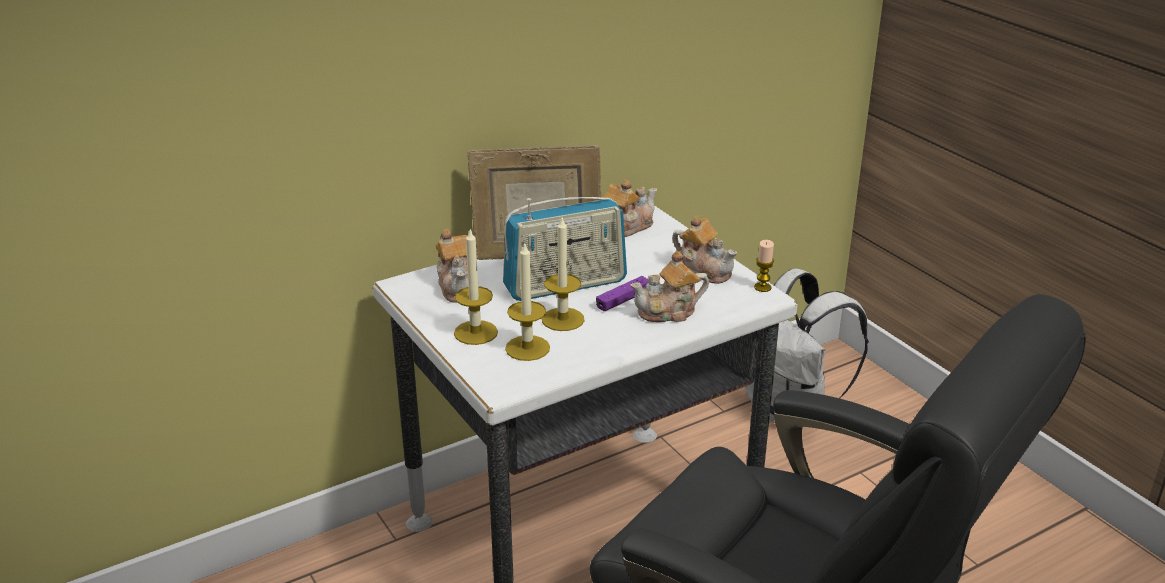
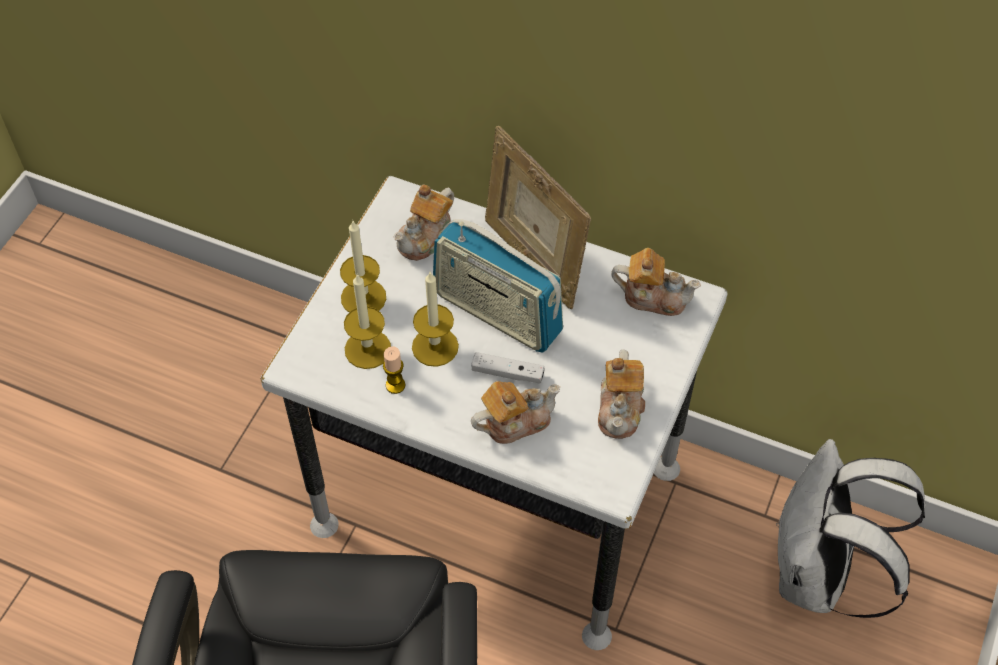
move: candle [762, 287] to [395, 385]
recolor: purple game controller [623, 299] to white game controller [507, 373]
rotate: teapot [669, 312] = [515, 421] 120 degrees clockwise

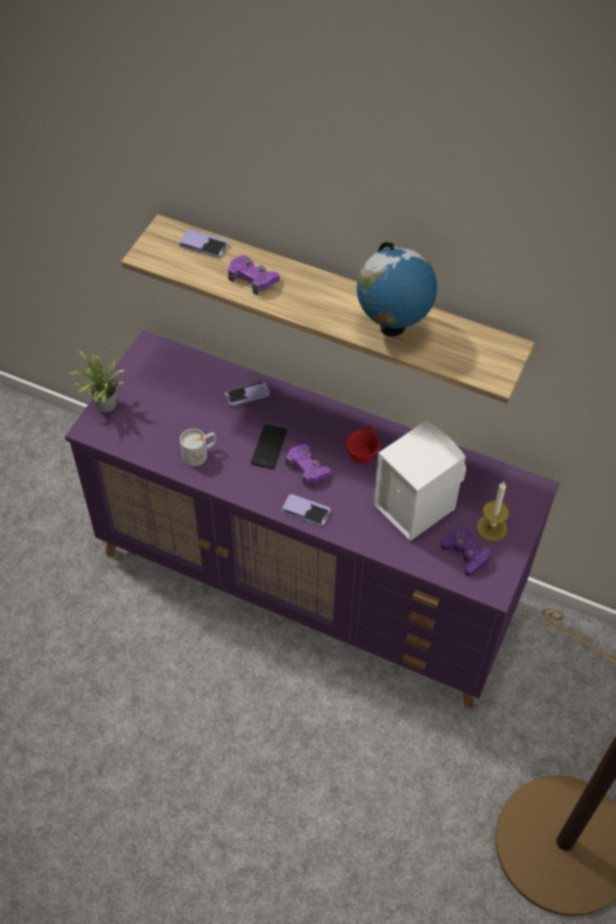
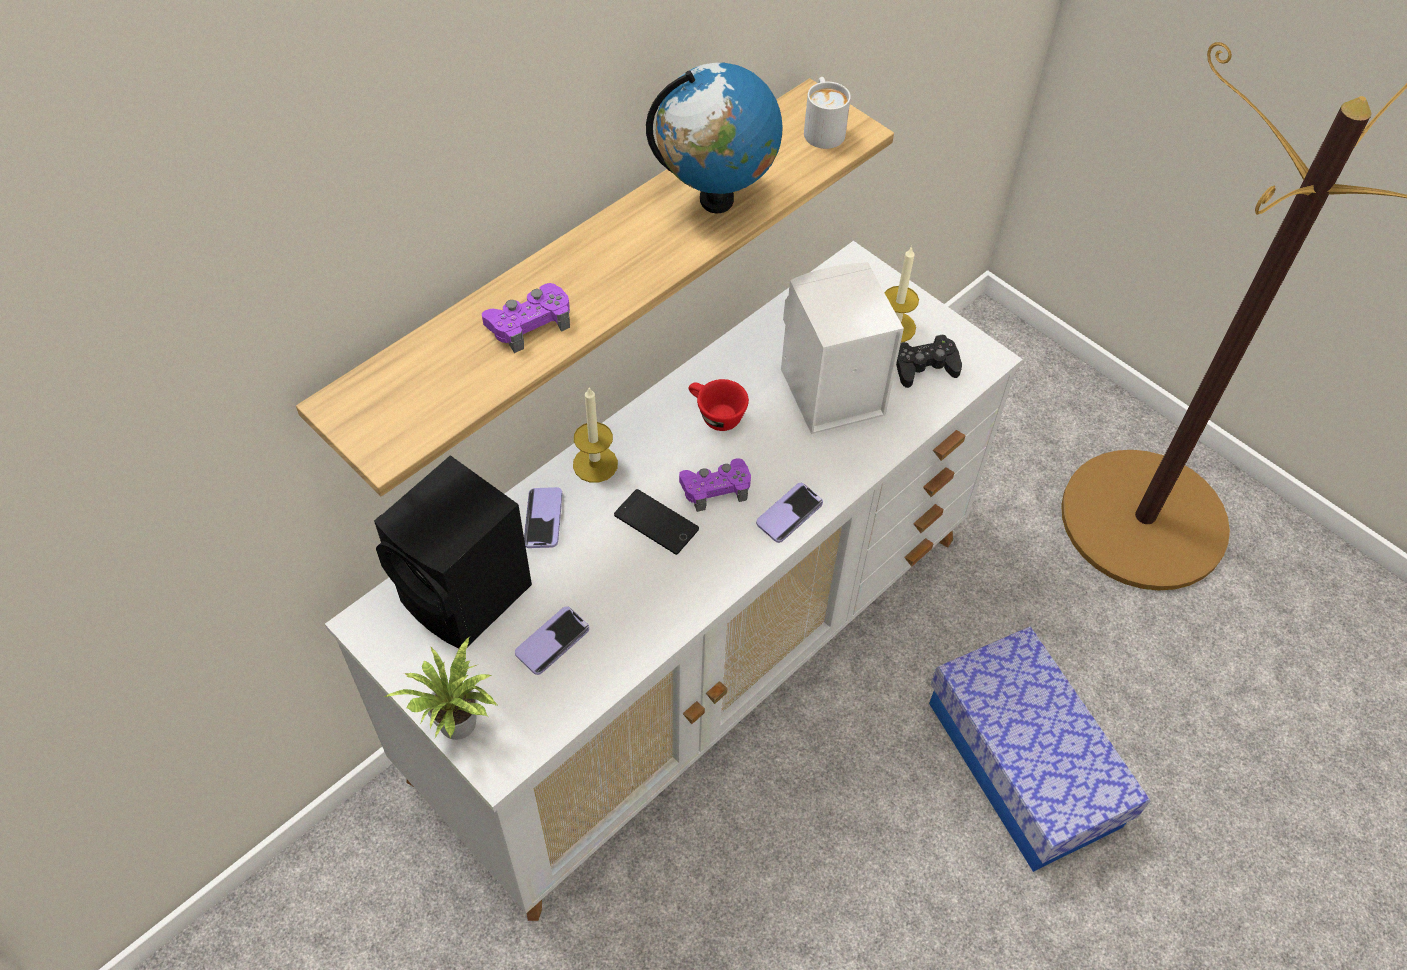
insert: candle [595, 464]; black speaker [468, 597]; storage box [1023, 764]
move: phone [203, 245] to [552, 641]; white mug [200, 453] to [822, 128]
recolor: purple dresser [307, 577] to white dresser [696, 654]; purple game controller [465, 554] to black game controller [924, 366]

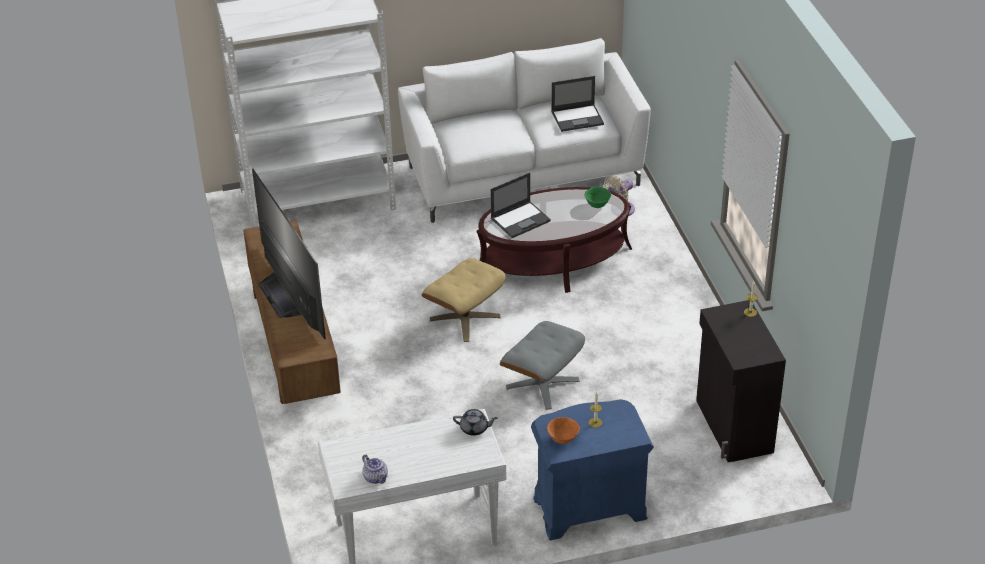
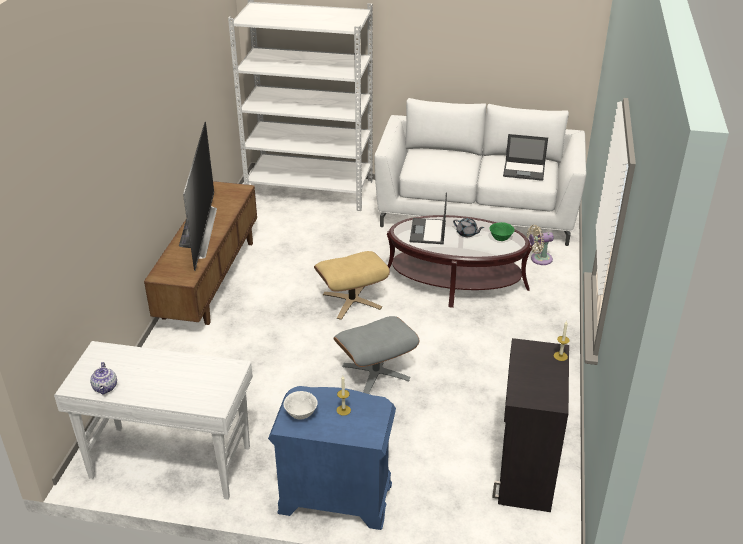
move: grey teapot [474, 428] to [467, 233]
recolor: orange bowl [563, 439] to white bowl [301, 415]
rotate: laptop [521, 219] = [428, 232] 105 degrees clockwise

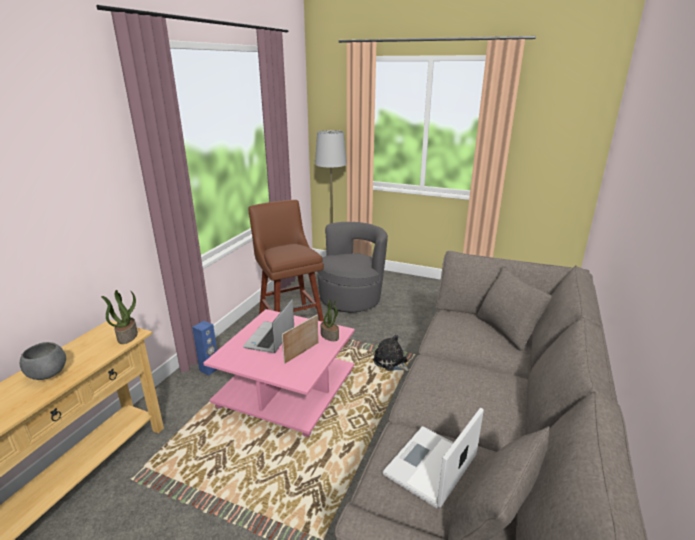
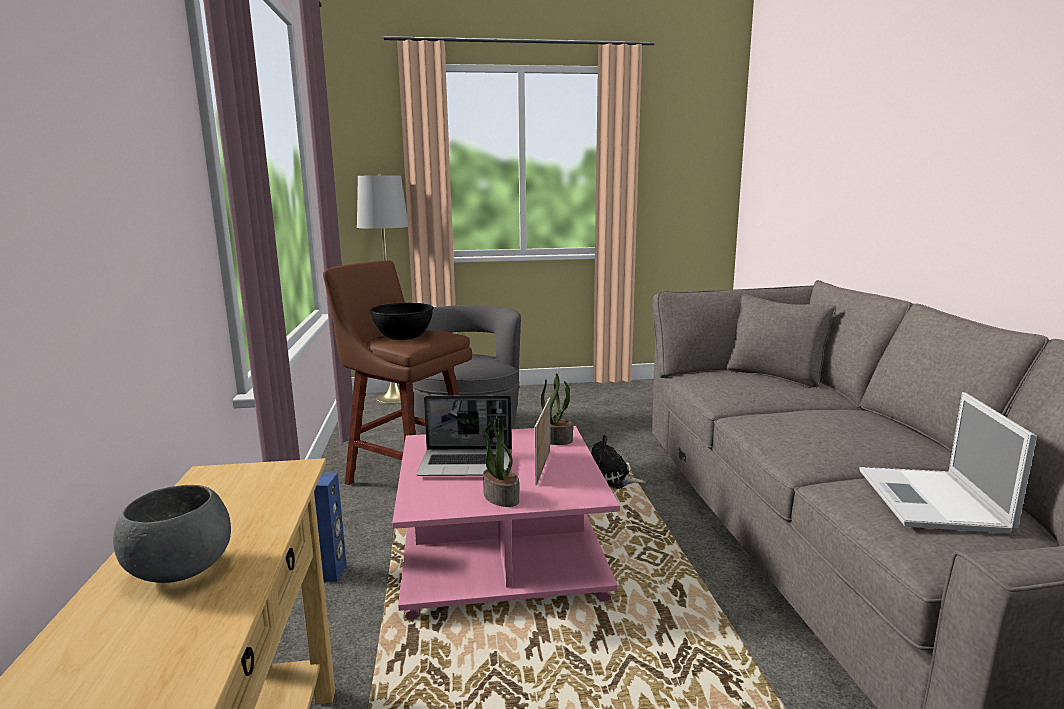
insert: black bowl [403, 336]
move: potted plant [127, 336] to [500, 497]
rotate: laptop [270, 338] = [468, 464] 75 degrees counterclockwise

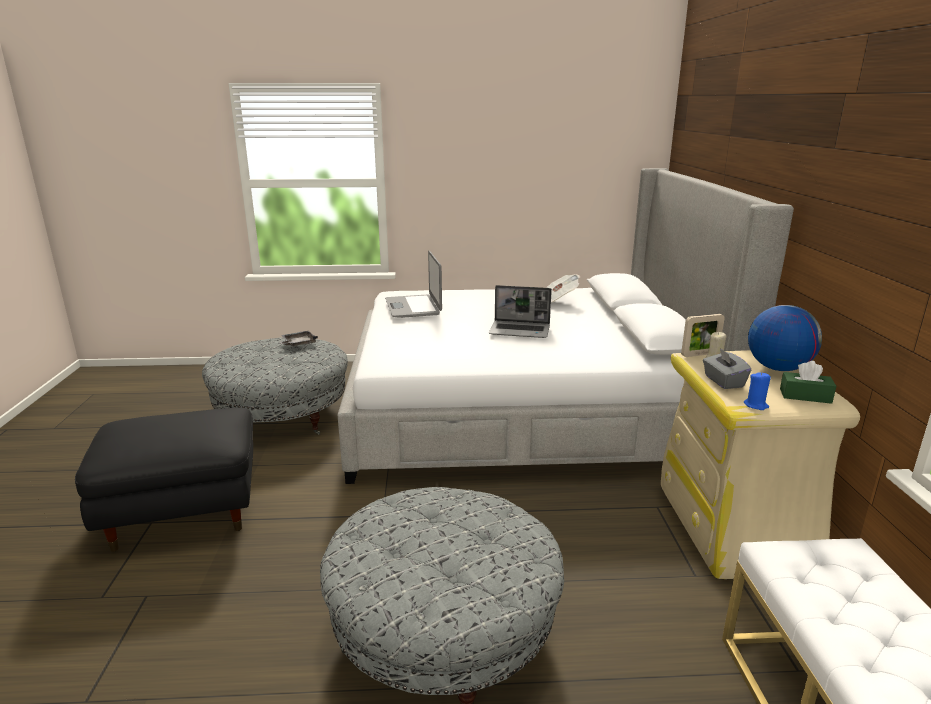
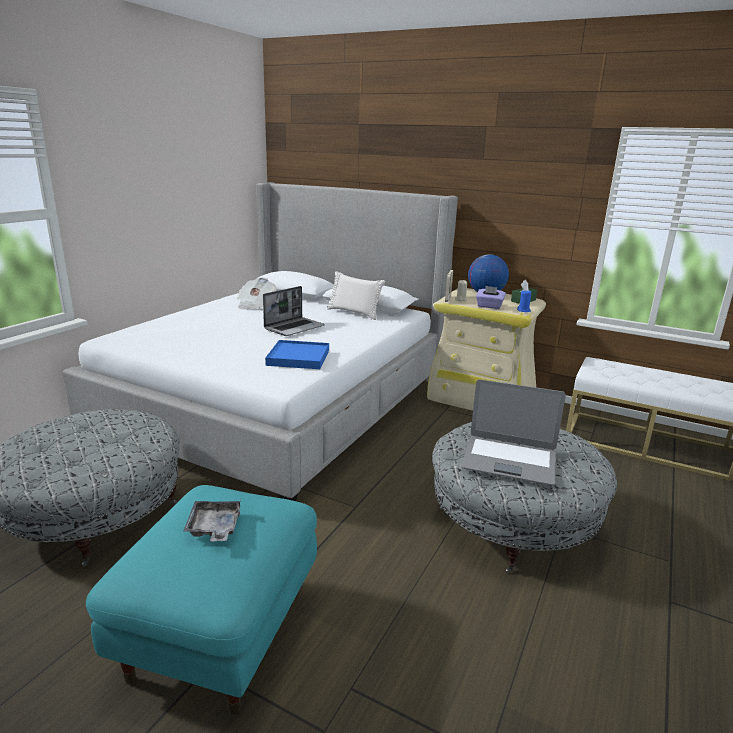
insert: white pillow [354, 313]; blue tray [298, 357]
move: laptop [413, 307] to [509, 461]; grey tray [298, 343] to [214, 528]
recolor: grey tissue box [723, 381] to purple tissue box [489, 306]; black ottoman [185, 513] to turquoise ottoman [221, 632]

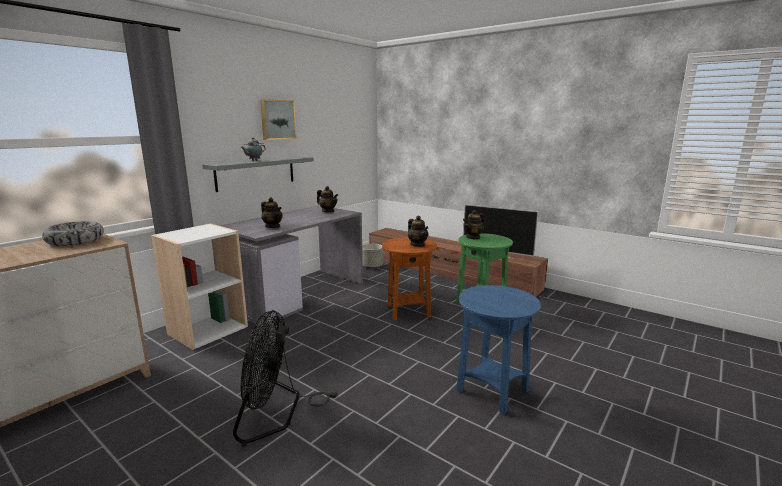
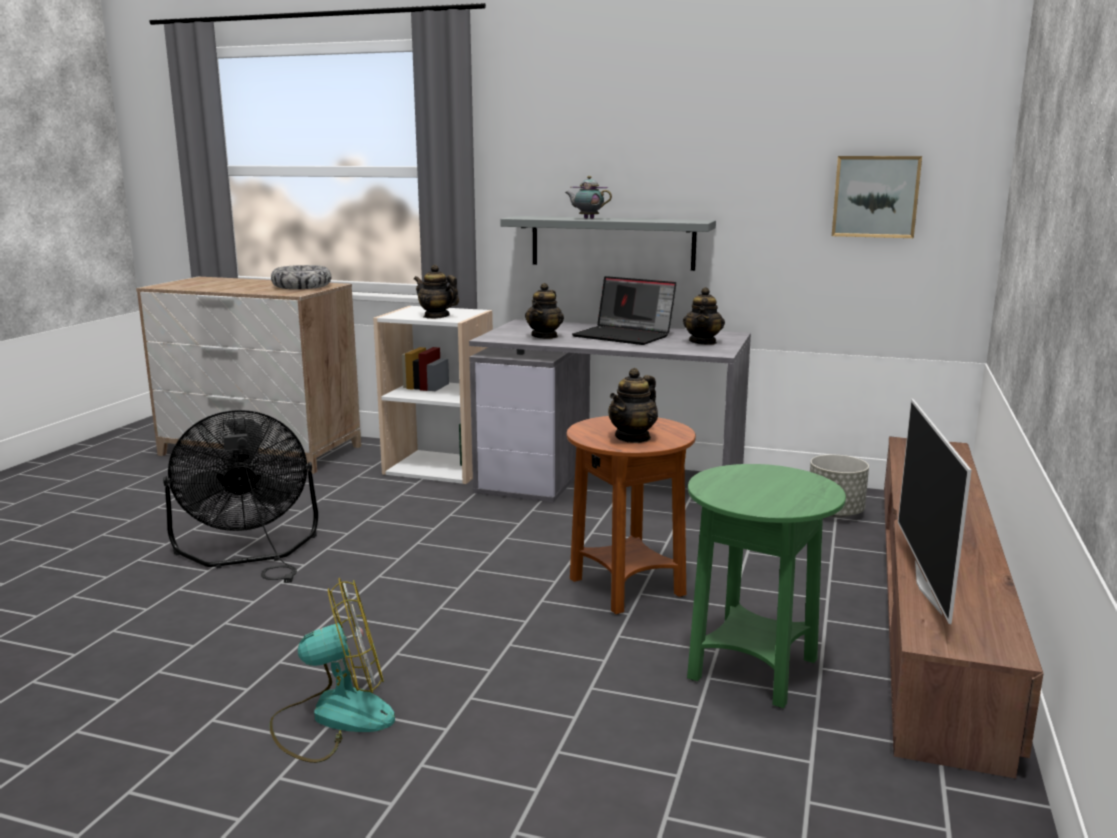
insert: laptop [625, 336]
move: picture [277, 119] to [875, 196]; teapot [473, 237] to [436, 316]
replace: blue side table [492, 391] to fan [333, 718]

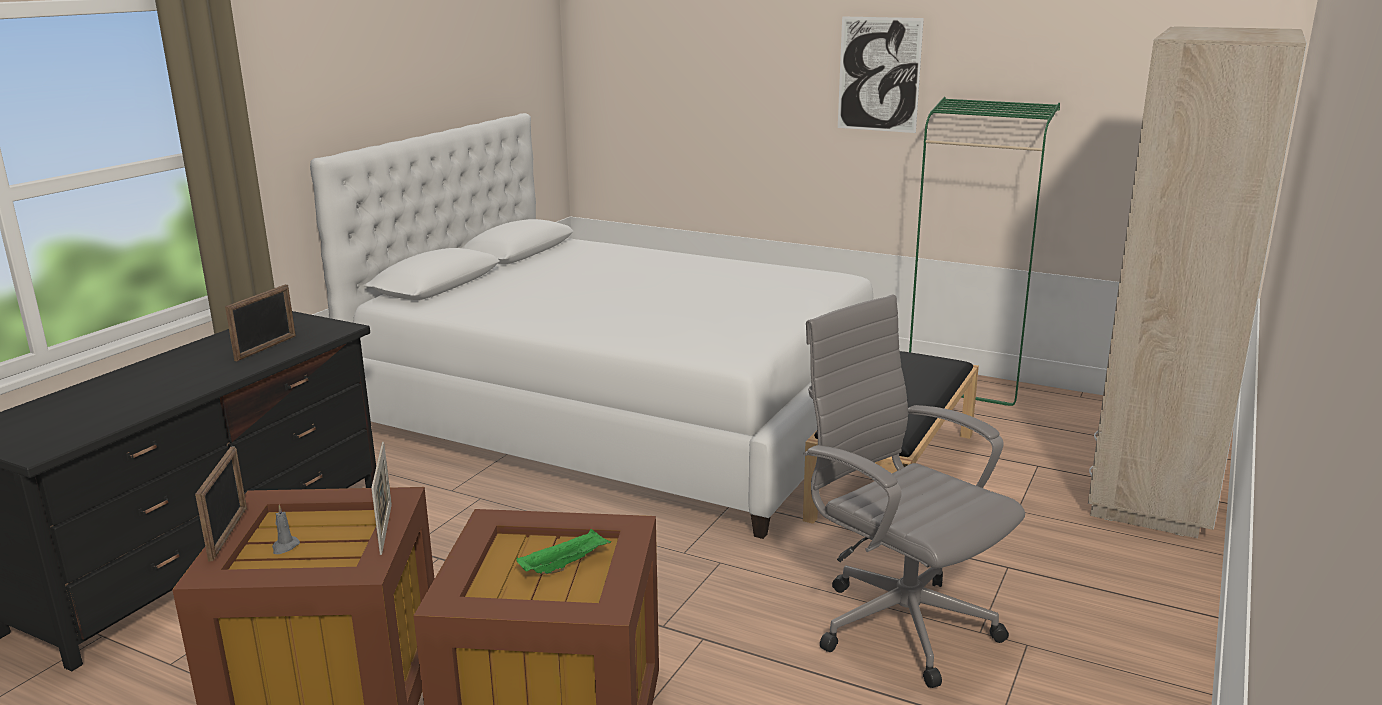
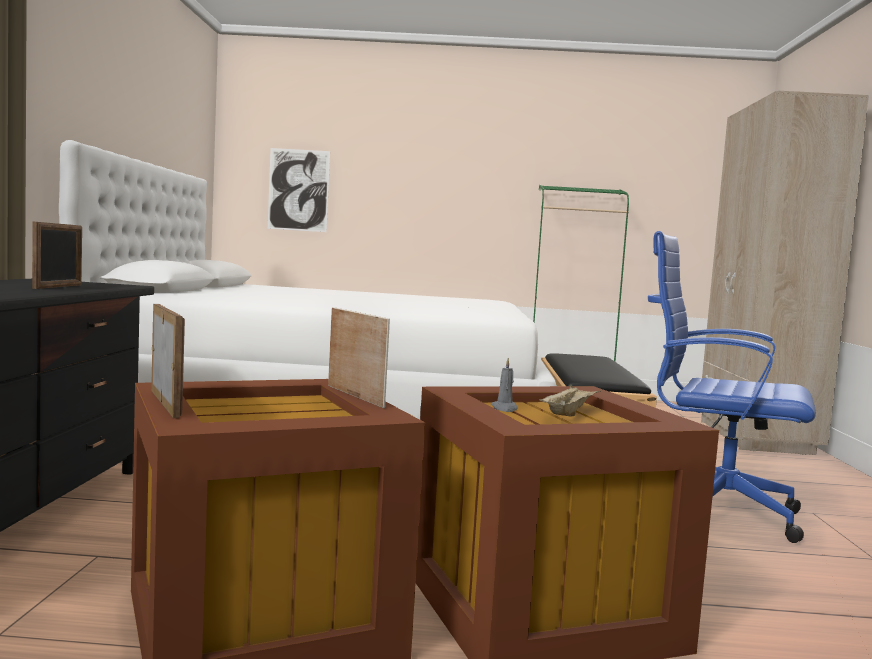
move: picture [879, 74] to [298, 190]; grey candle [285, 547] to [504, 408]
recolor: grey office chair [898, 623] to blue office chair [713, 511]; green tray [565, 565] to beige tray [568, 413]

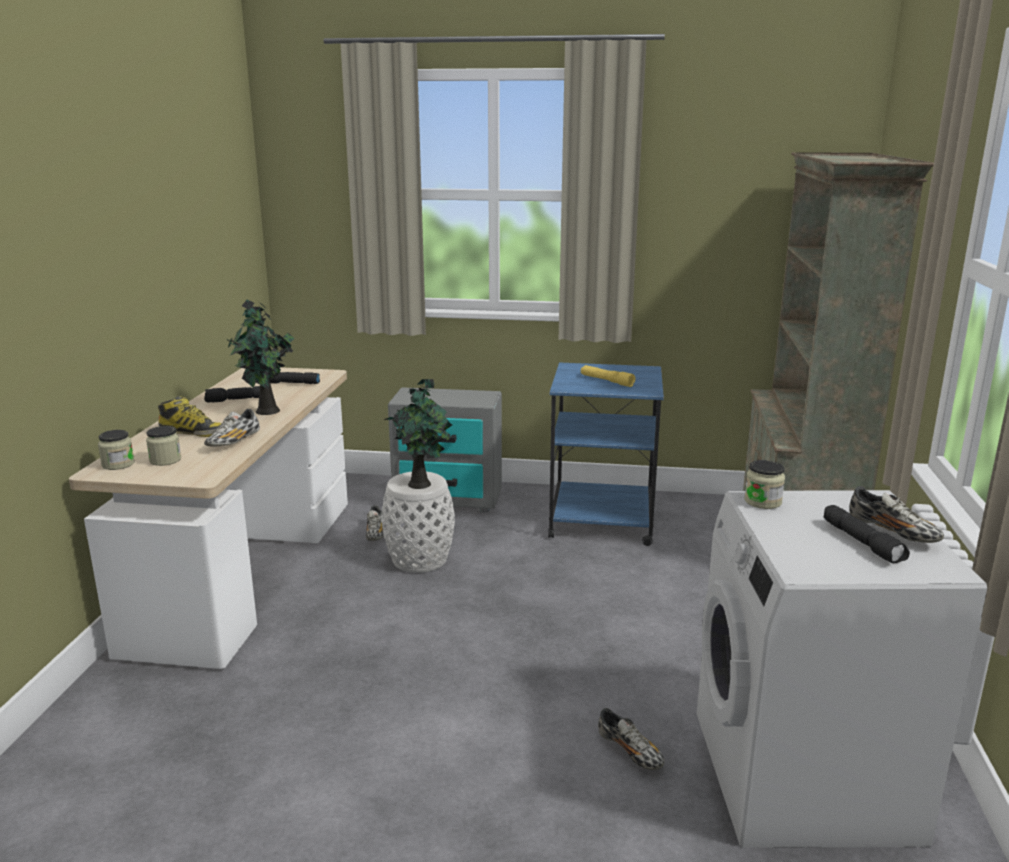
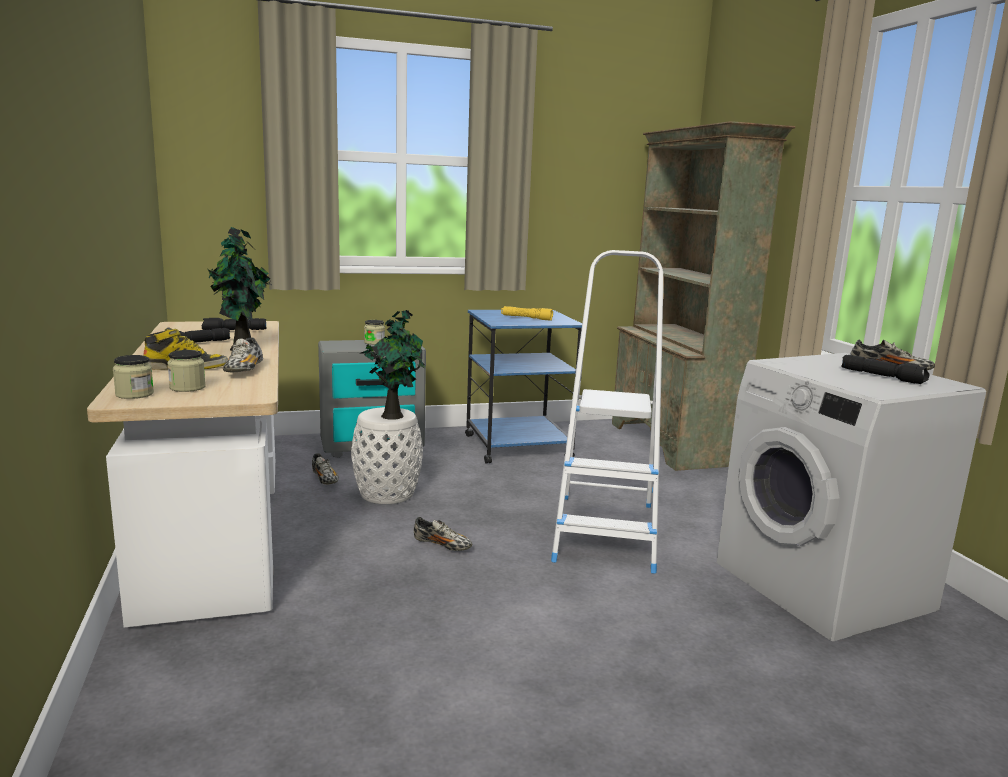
insert: white step ladder [605, 531]
move: jar [763, 501] to [374, 342]; shoe [630, 752] to [442, 546]

